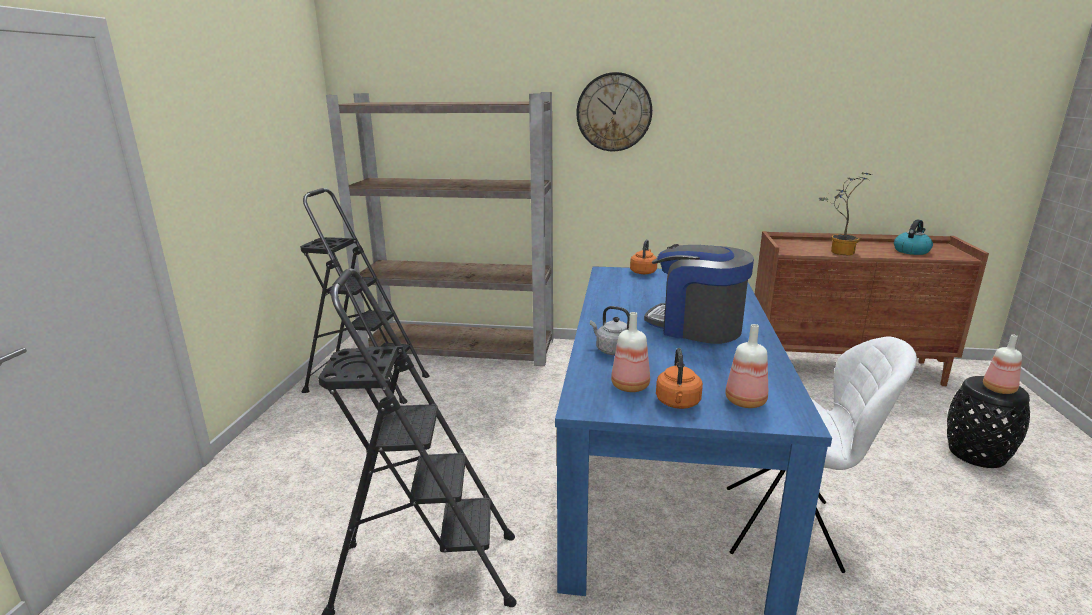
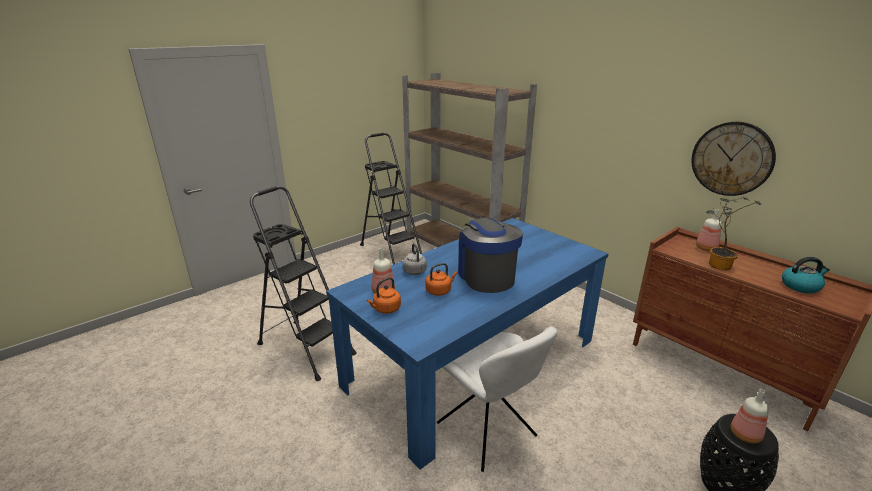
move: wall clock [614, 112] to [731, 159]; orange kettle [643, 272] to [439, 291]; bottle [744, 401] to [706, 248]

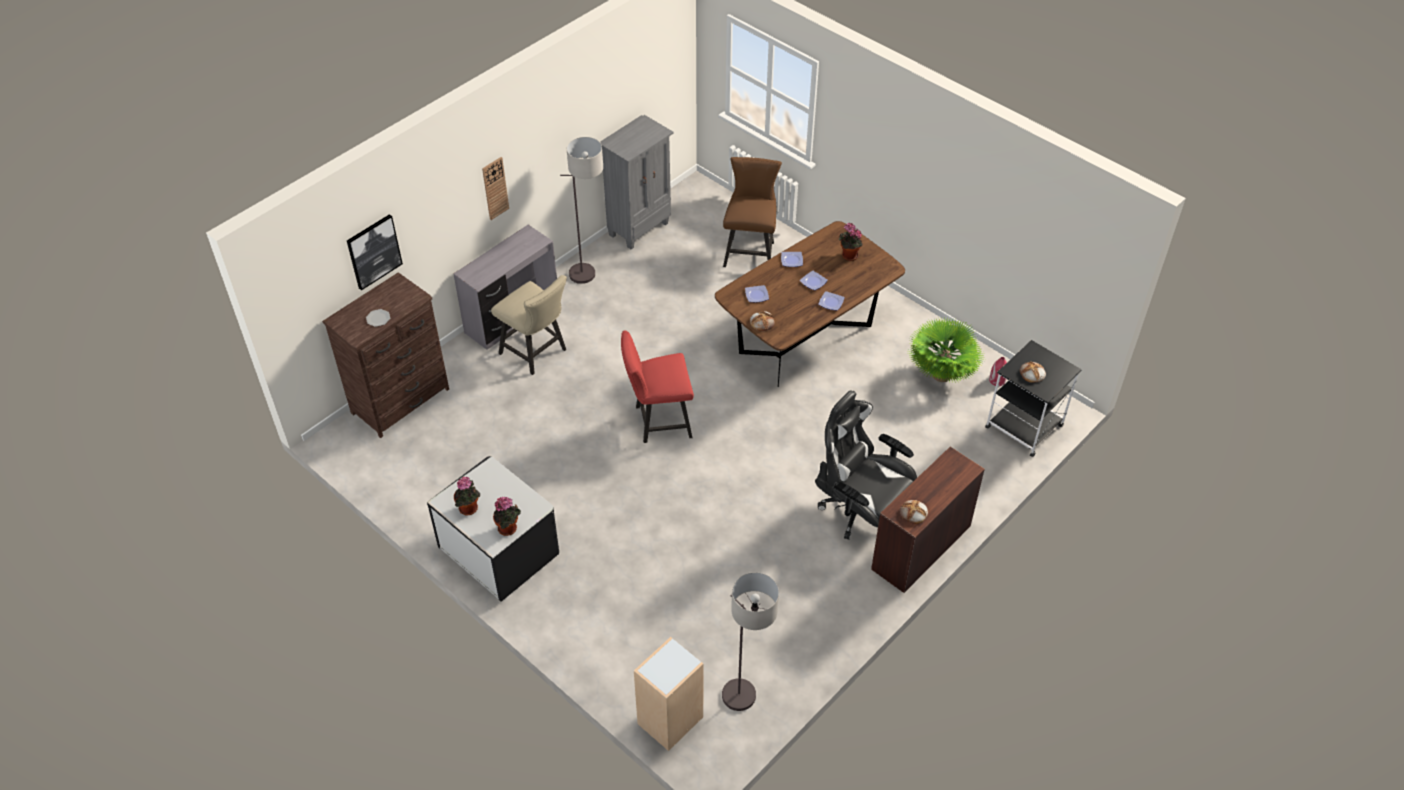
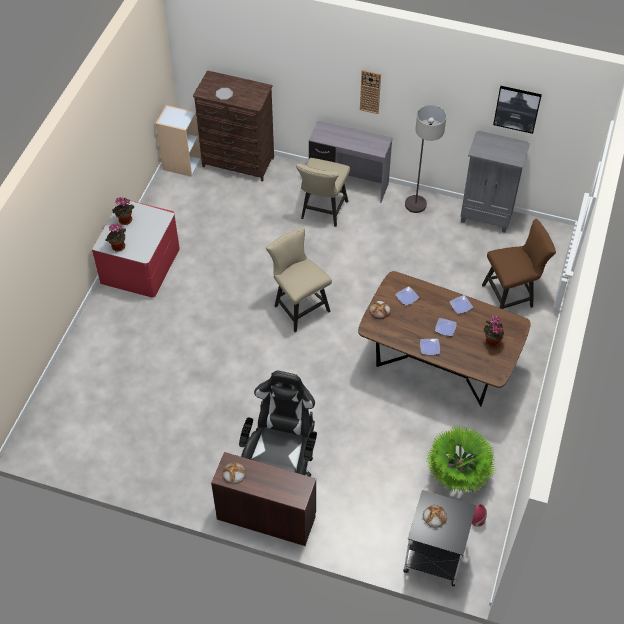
delete: grey floor lamp [746, 702]
move: picture [373, 251] to [517, 108]; bookcase [669, 720] to [181, 164]
recolor: red chair [658, 422] to beige chair [299, 306]; black nightstand [499, 551] to red nightstand [141, 266]

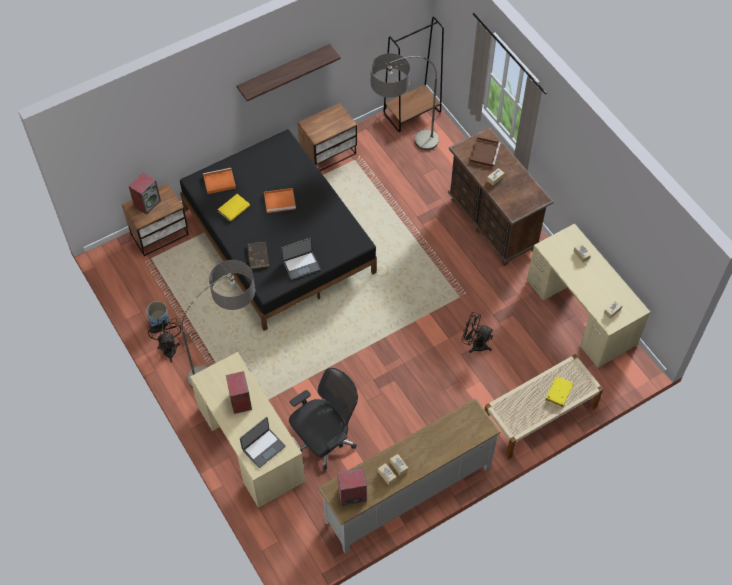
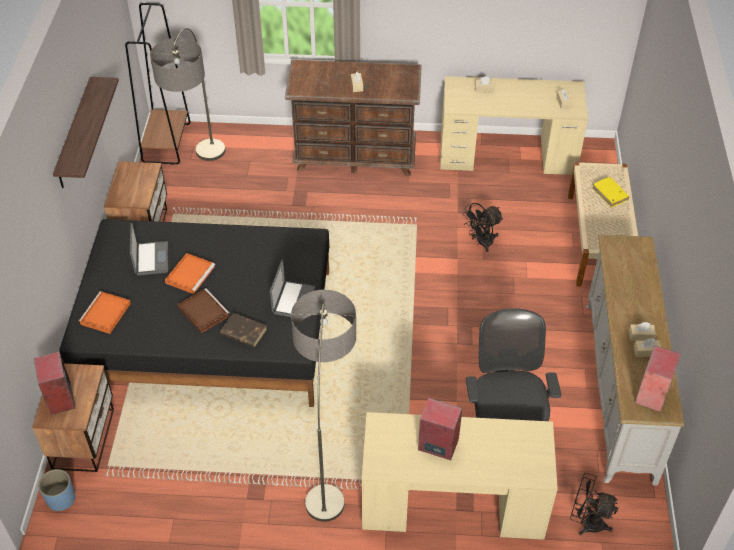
delete: yellow book [234, 209]
move: brown tray [484, 152] to [202, 311]; blue planter [159, 321] to [61, 499]; black fan [169, 347] to [587, 522]; laptop [263, 447] to [150, 259]

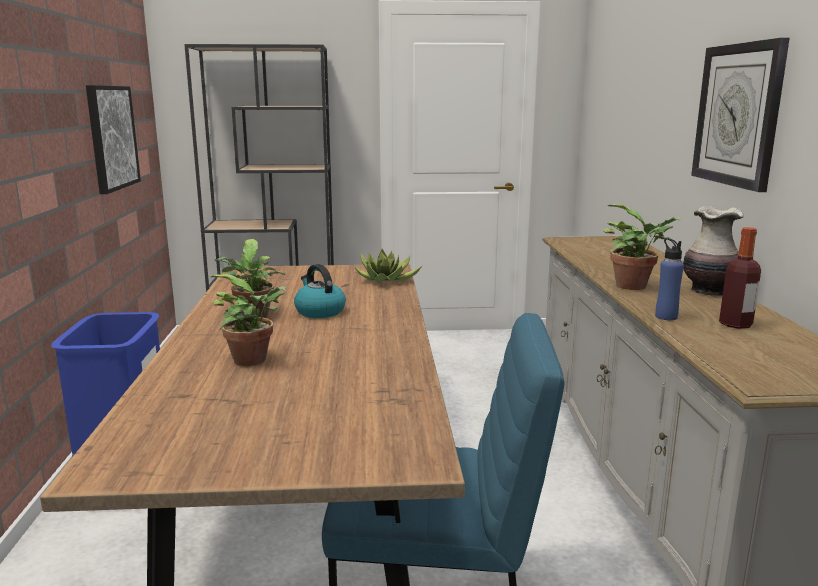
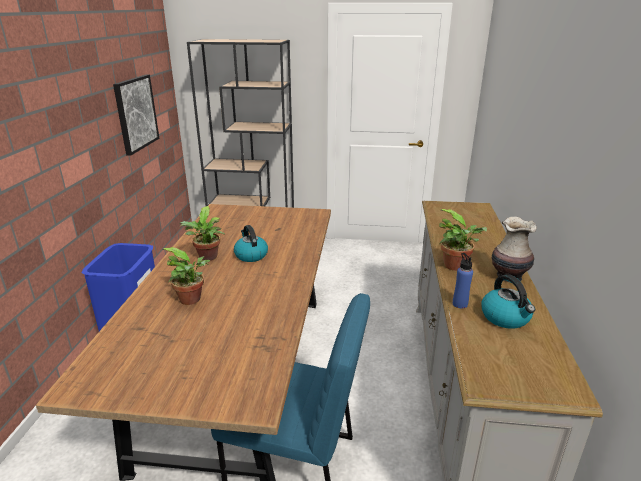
delete: wall clock [738, 115]; potted plant [386, 280]
replace: bottle [735, 324] to kettle [506, 317]

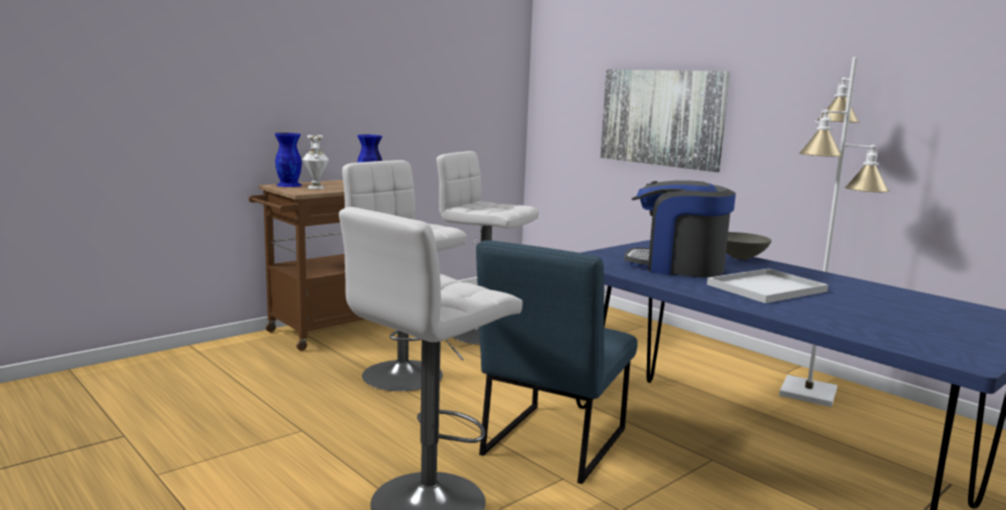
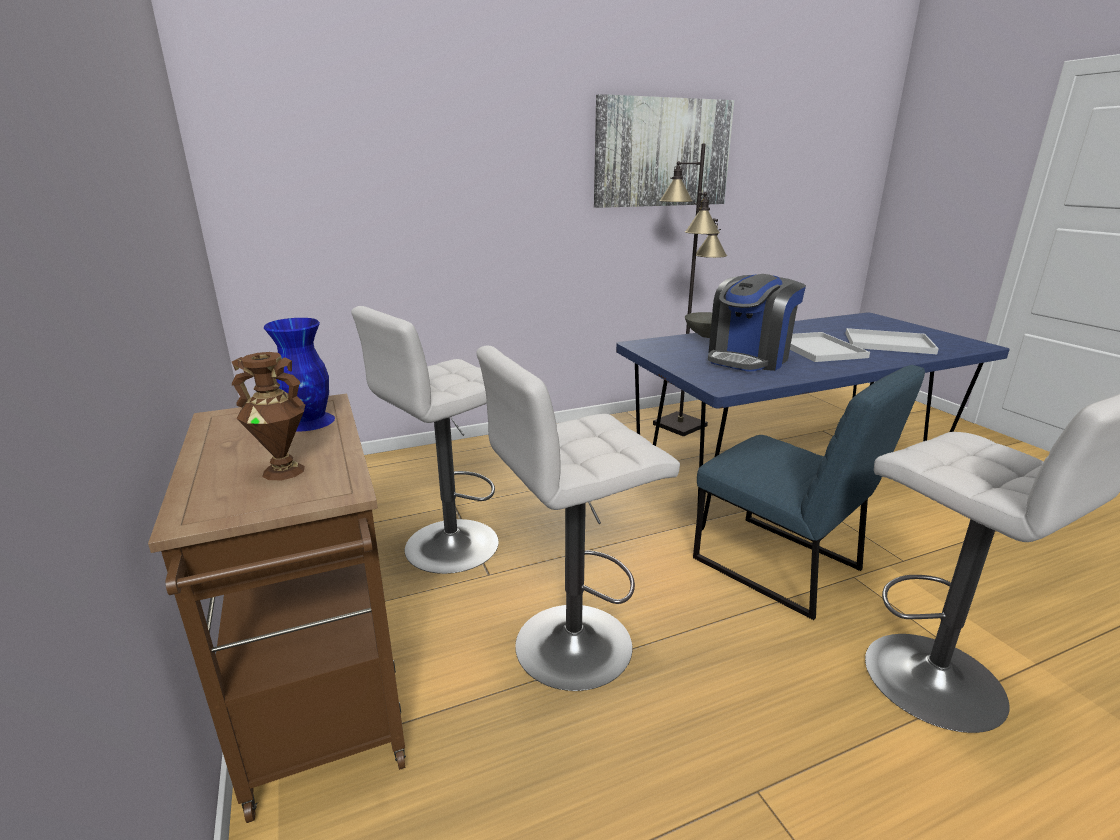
delete: blue vase [289, 185]
insert: white tray [887, 343]
move: picture [661, 118] to [663, 153]
recolor: white floor lamp [809, 392] to black floor lamp [679, 425]; white vase [316, 187] to brown vase [284, 470]

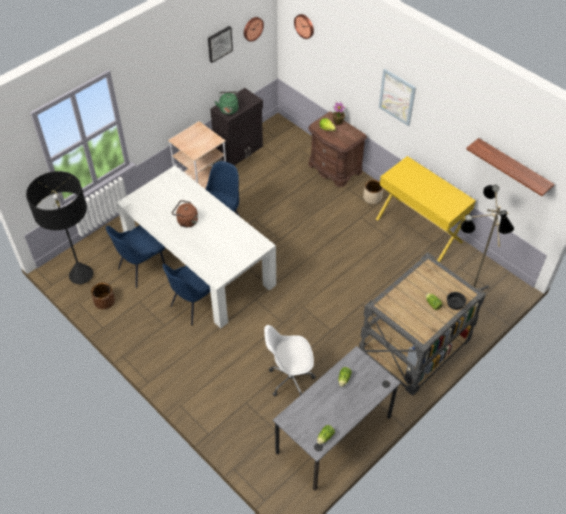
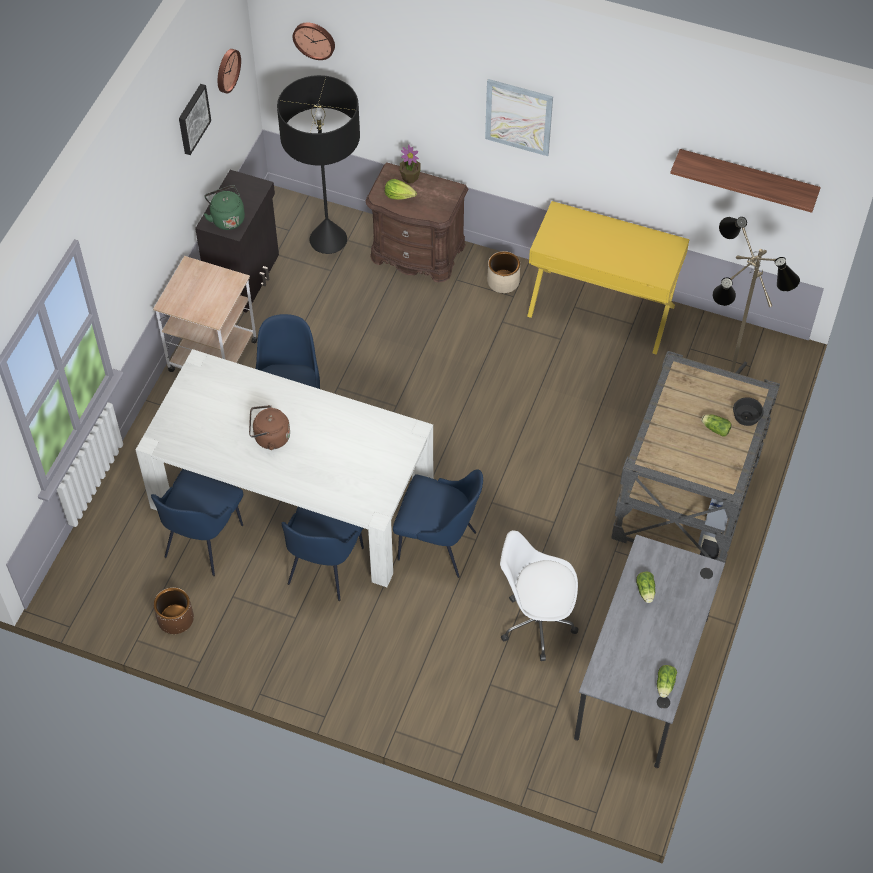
insert: blue chair [438, 545]
move: black floor lamp [81, 276] to [328, 242]
rotate: white office chair [289, 380] = [536, 624] 45 degrees clockwise

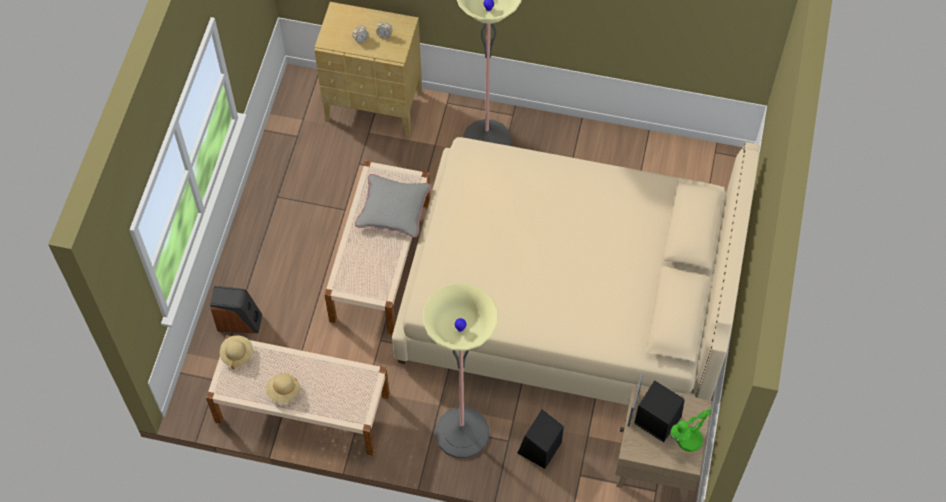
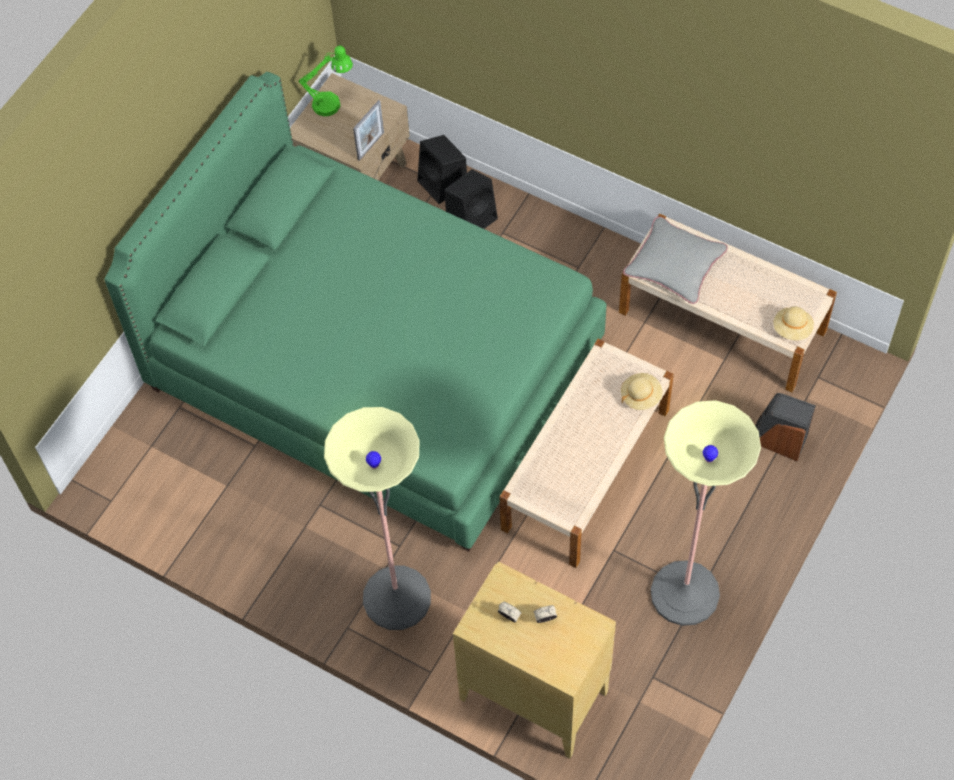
move: grey pillow [393, 209] to [674, 265]; floor lamp [462, 433] to [685, 593]; beige hat [284, 392] to [641, 396]; black speaker [656, 420] to [443, 184]
recolor: beige bed [568, 298] to green bed [375, 366]

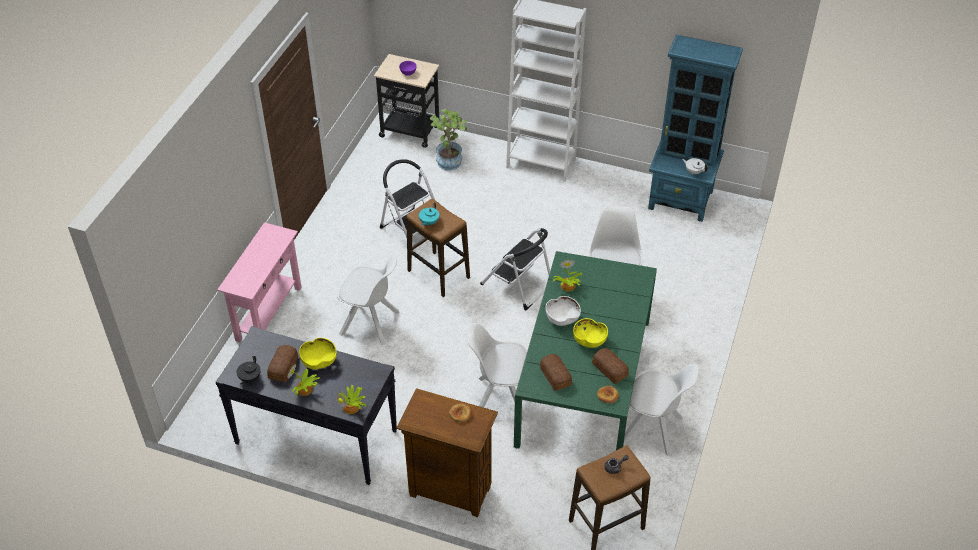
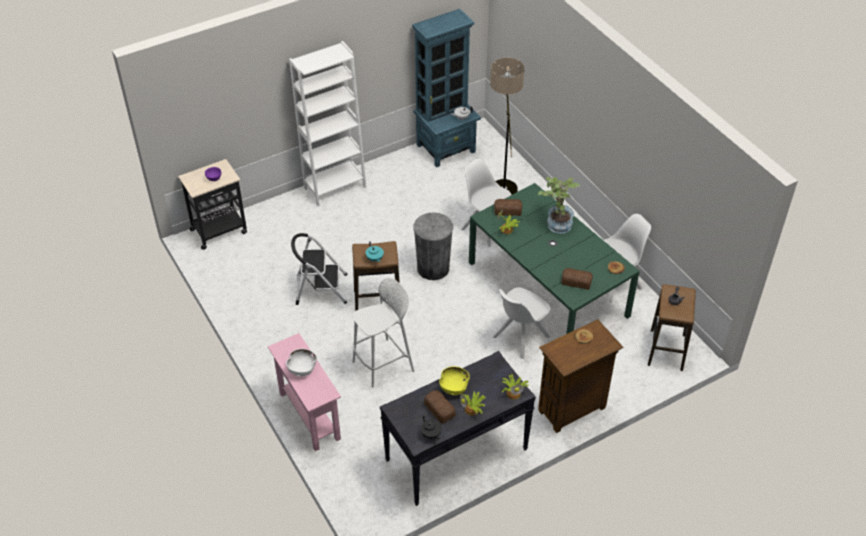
delete: yellow bowl [589, 341]
insert: floor lamp [502, 182]
move: potted plant [449, 159] to [556, 223]; white bowl [562, 318] to [302, 369]; bread [610, 368] to [507, 210]
replace: step ladder [518, 285] to grey trash can [433, 268]; white chair [371, 323] to white stool [383, 364]

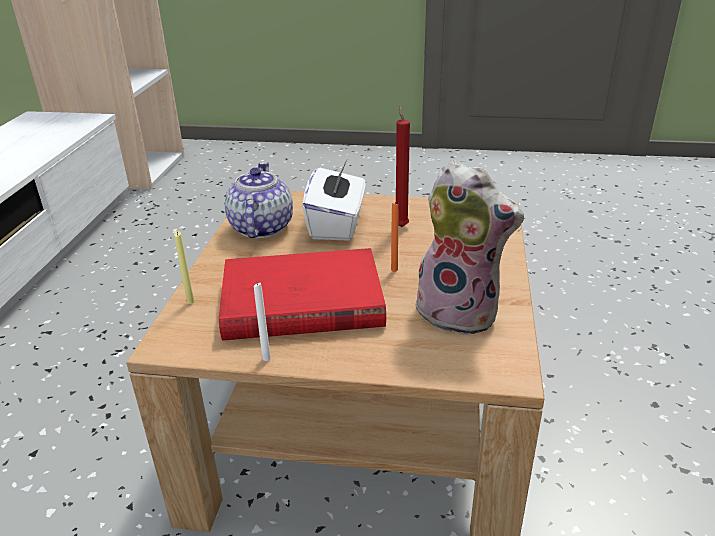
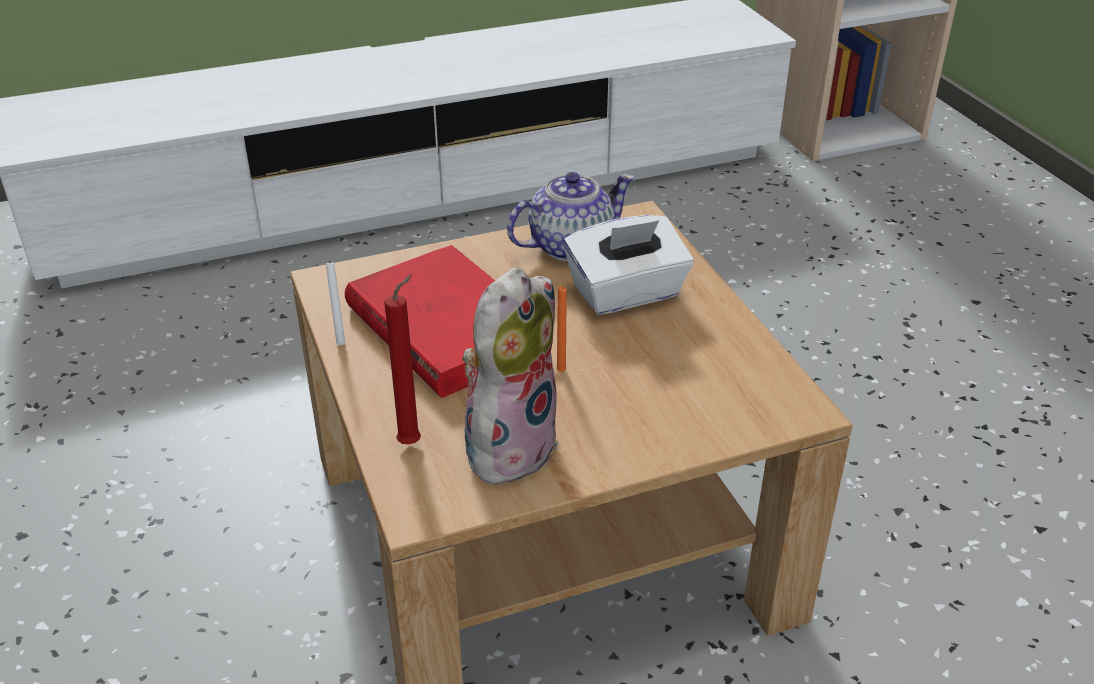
delete: yellow candle [190, 302]
move: red candle [401, 225] to [413, 442]
rotate: plush toy [460, 312] = [509, 445] 150 degrees counterclockwise

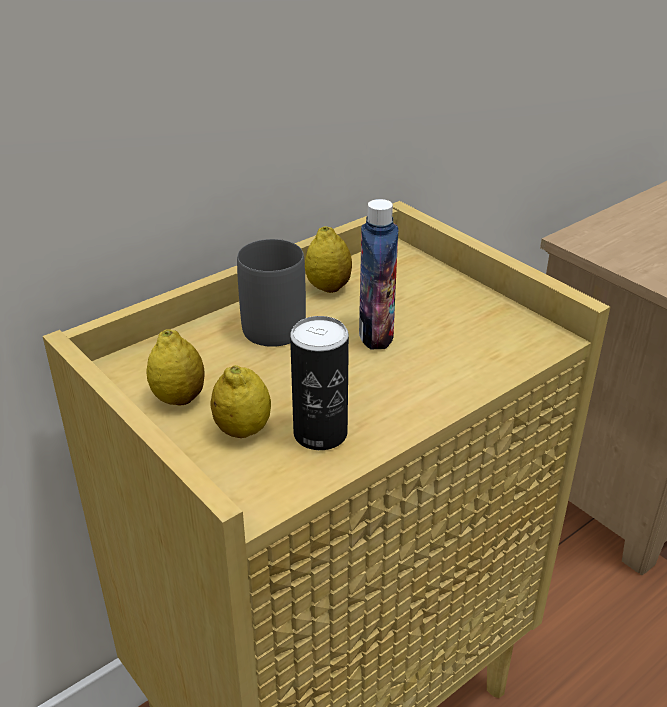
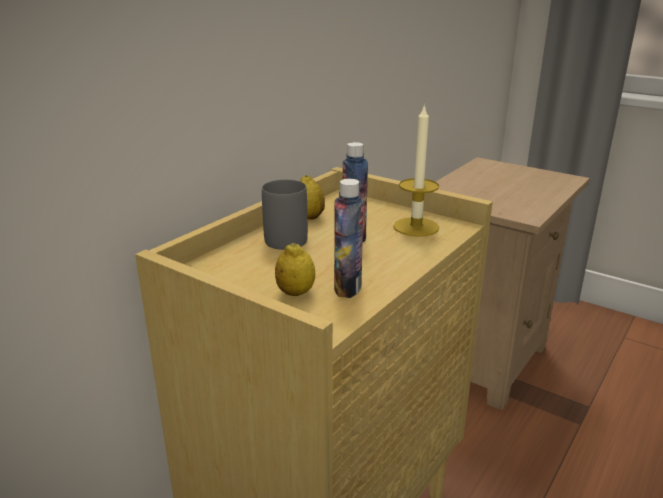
delete: lemon [179, 398]
insert: candle [416, 227]
replace: can [320, 433] to bottle [347, 288]

